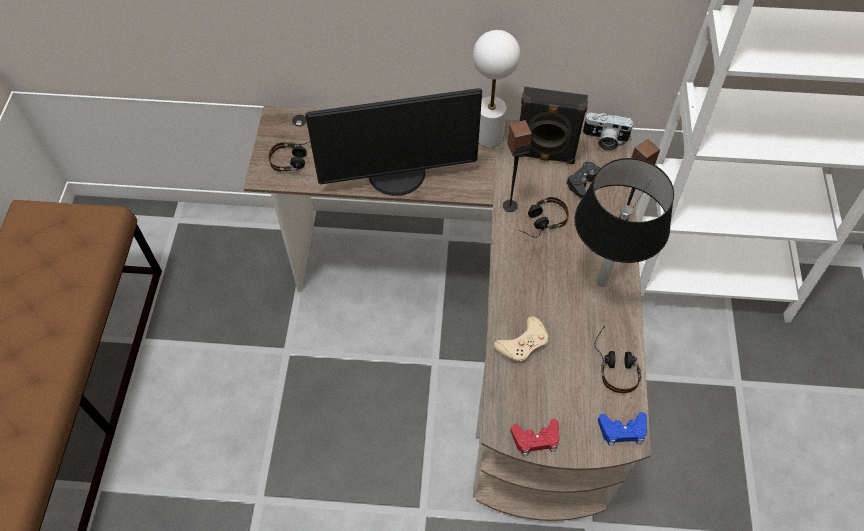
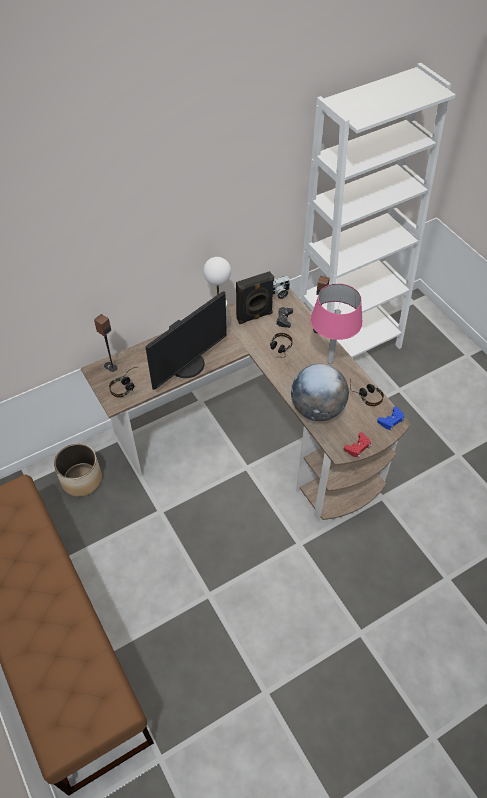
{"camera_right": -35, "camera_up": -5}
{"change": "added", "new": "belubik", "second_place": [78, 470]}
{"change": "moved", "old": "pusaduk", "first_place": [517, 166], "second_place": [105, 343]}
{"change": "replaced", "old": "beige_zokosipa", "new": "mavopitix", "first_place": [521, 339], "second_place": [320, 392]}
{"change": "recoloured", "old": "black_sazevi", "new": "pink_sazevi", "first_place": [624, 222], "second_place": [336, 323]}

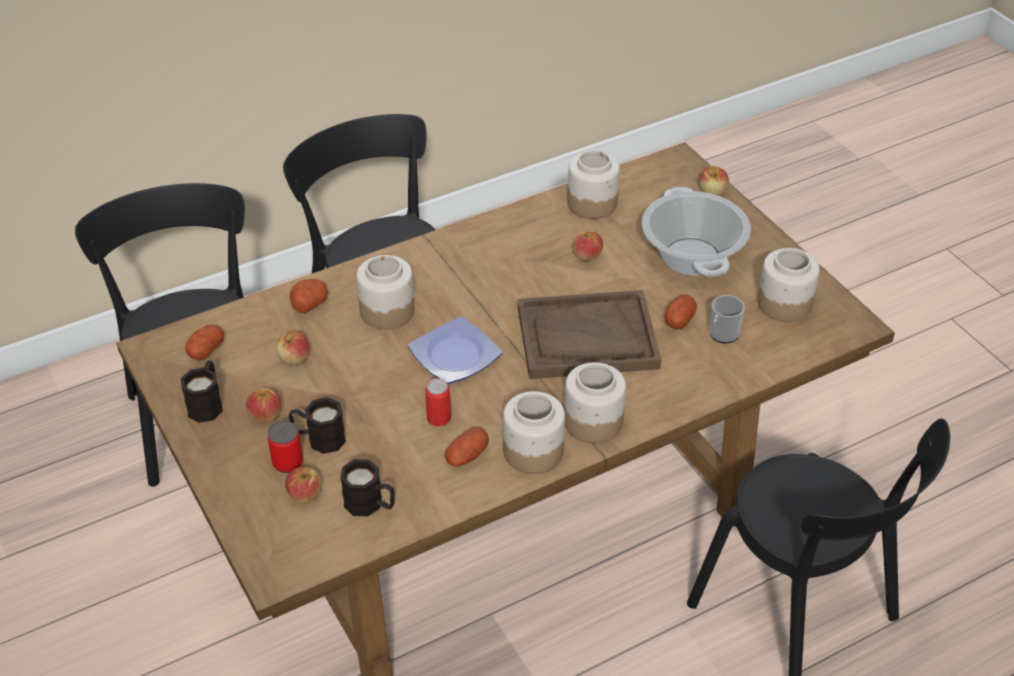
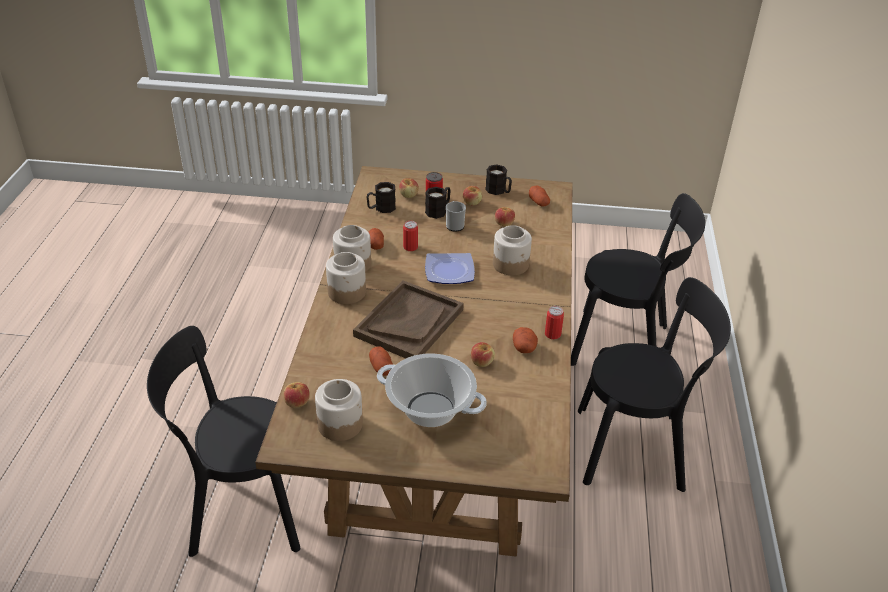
{"camera_right": 125, "camera_up": -5}
{"change": "removed", "old": "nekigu", "first_place": [593, 184]}
{"change": "added", "new": "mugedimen", "second_place": [554, 322]}
{"change": "moved", "old": "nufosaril", "first_place": [309, 296], "second_place": [525, 340]}
{"change": "moved", "old": "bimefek", "first_place": [714, 181], "second_place": [296, 395]}
{"change": "moved", "old": "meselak", "first_place": [727, 319], "second_place": [456, 216]}

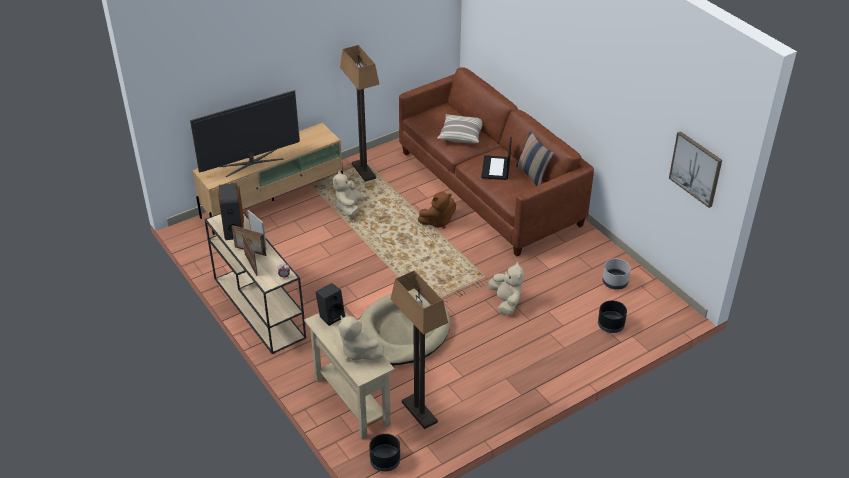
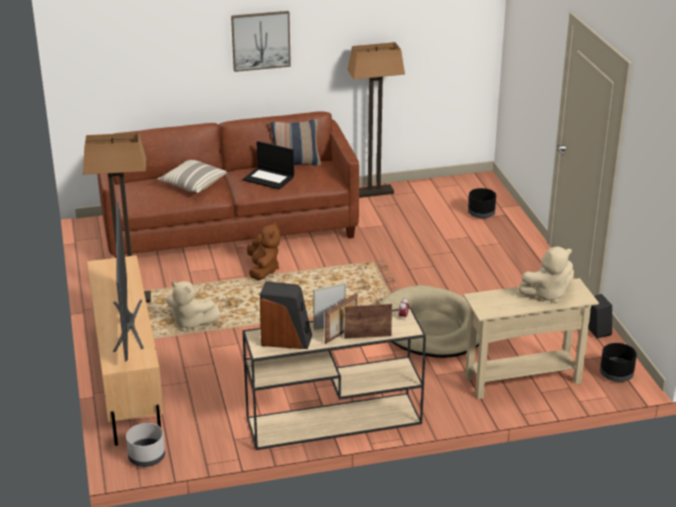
{"camera_right": -70, "camera_up": -10}
{"change": "removed", "old": "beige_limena", "first_place": [506, 288]}
{"change": "moved", "old": "black_pusaduk", "first_place": [330, 304], "second_place": [600, 316]}
{"change": "moved", "old": "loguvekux", "first_place": [419, 350], "second_place": [376, 120]}
{"change": "moved", "old": "grey_belubik", "first_place": [616, 274], "second_place": [145, 445]}
{"change": "moved", "old": "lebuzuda", "first_place": [695, 169], "second_place": [261, 41]}

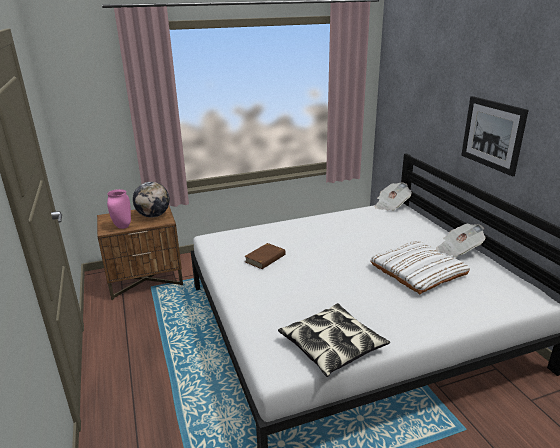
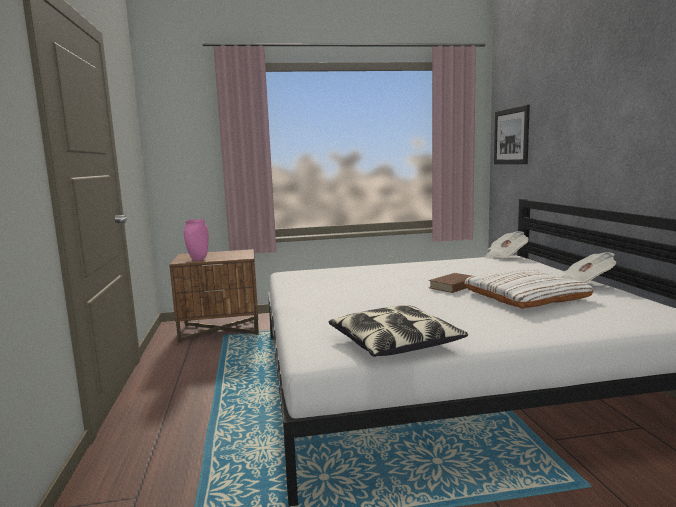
{"camera_right": 10, "camera_up": -15}
{"change": "removed", "old": "mavopitix", "first_place": [151, 200]}
{"change": "moved", "old": "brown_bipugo", "first_place": [265, 256], "second_place": [449, 283]}
{"change": "moved", "old": "lebuzuda", "first_place": [495, 136], "second_place": [512, 134]}

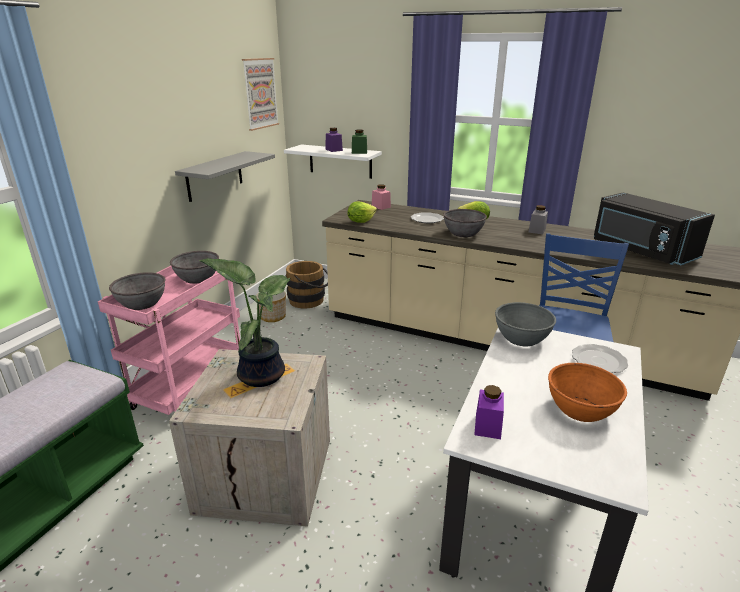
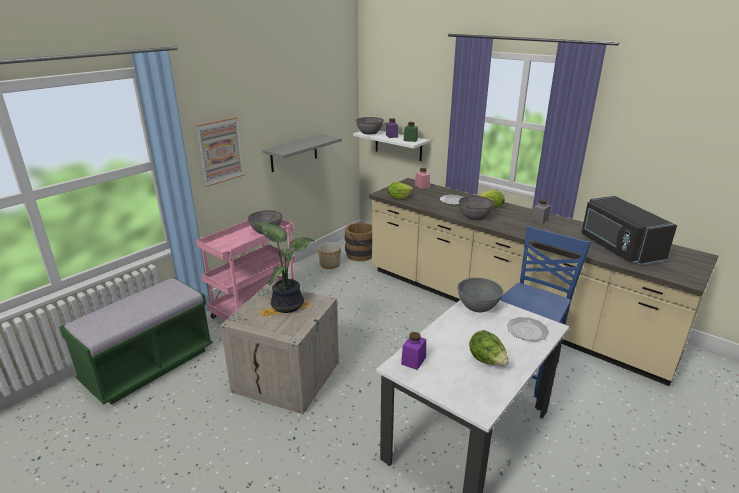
{"camera_right": 15, "camera_up": 0}
{"change": "moved", "old": "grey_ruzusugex", "first_place": [137, 291], "second_place": [370, 126]}
{"change": "moved", "old": "lebuzuda", "first_place": [260, 94], "second_place": [220, 152]}
{"change": "replaced", "old": "orange_ruzusugex", "new": "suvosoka", "first_place": [587, 392], "second_place": [489, 348]}

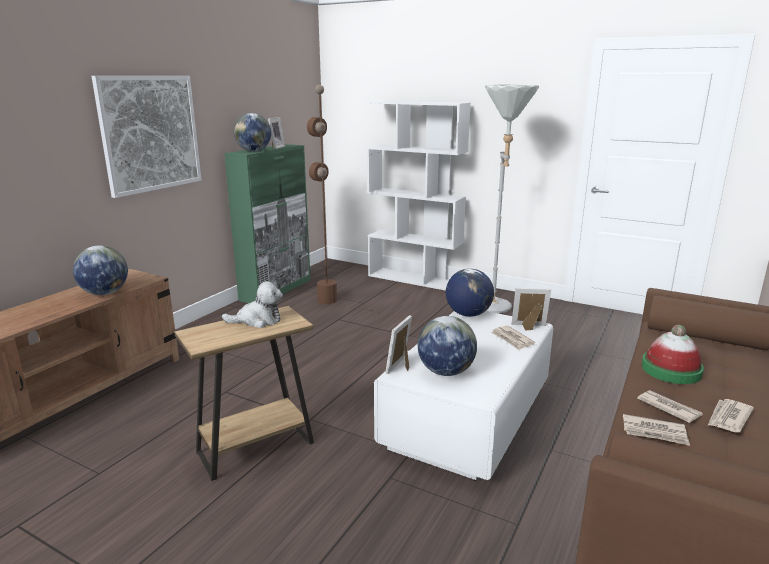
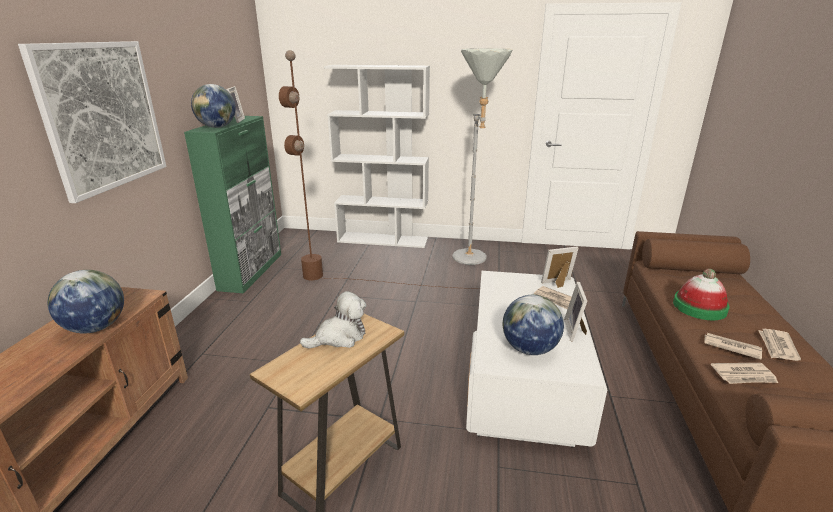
{"camera_right": -20, "camera_up": 5}
{"change": "removed", "old": "mavopitix", "first_place": [470, 293]}
{"change": "moved", "old": "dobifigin", "first_place": [398, 344], "second_place": [575, 312]}

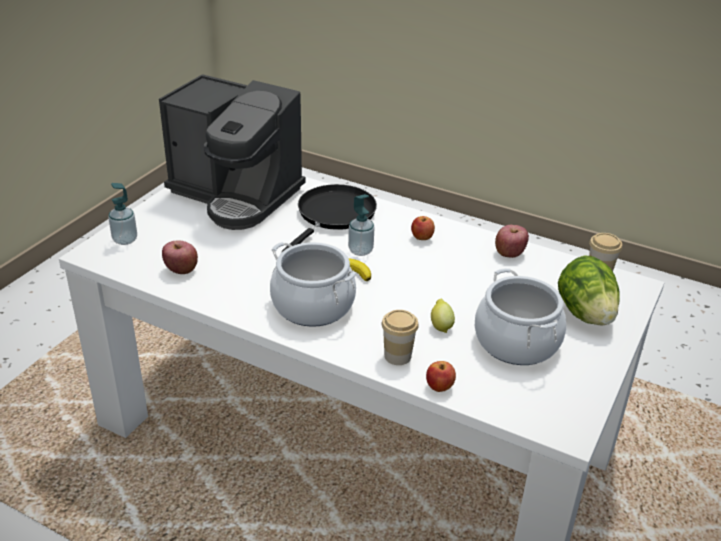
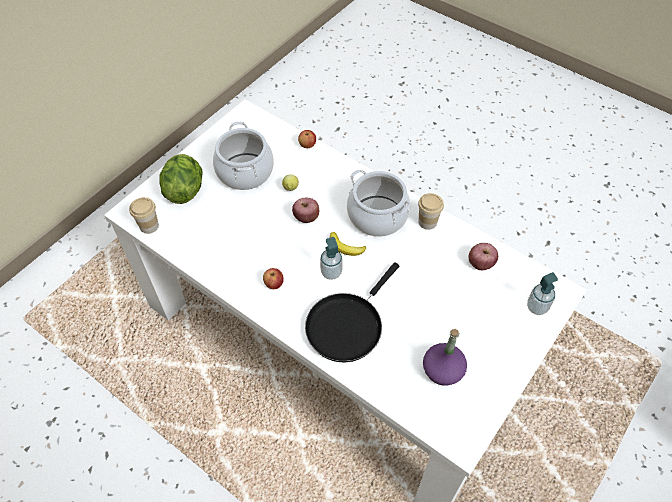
{"camera_right": -170, "camera_up": 20}
{"change": "moved", "old": "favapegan", "first_place": [400, 337], "second_place": [431, 211]}
{"change": "moved", "old": "bimefek", "first_place": [512, 241], "second_place": [305, 210]}
{"change": "replaced", "old": "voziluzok", "new": "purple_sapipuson", "first_place": [232, 152], "second_place": [445, 357]}

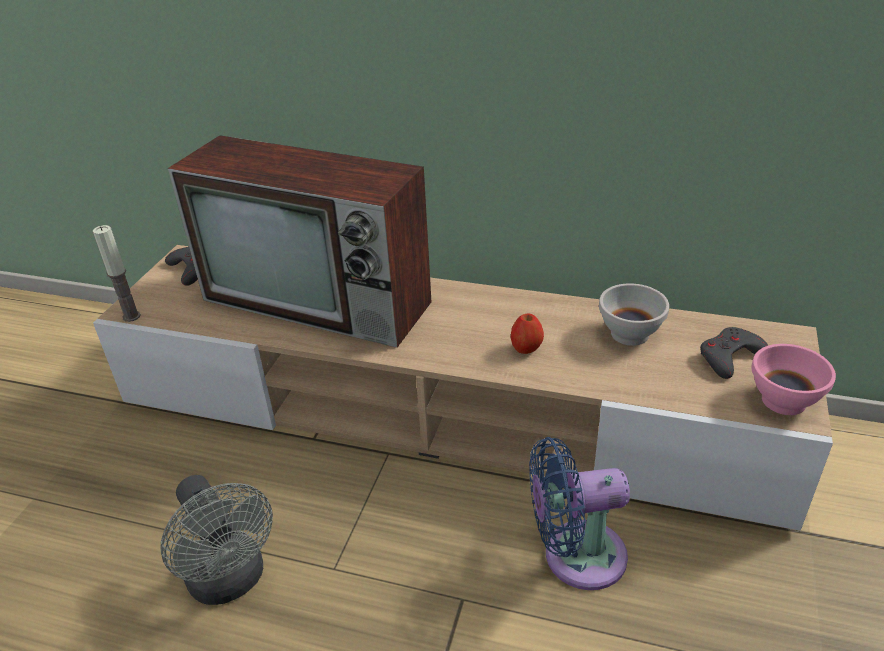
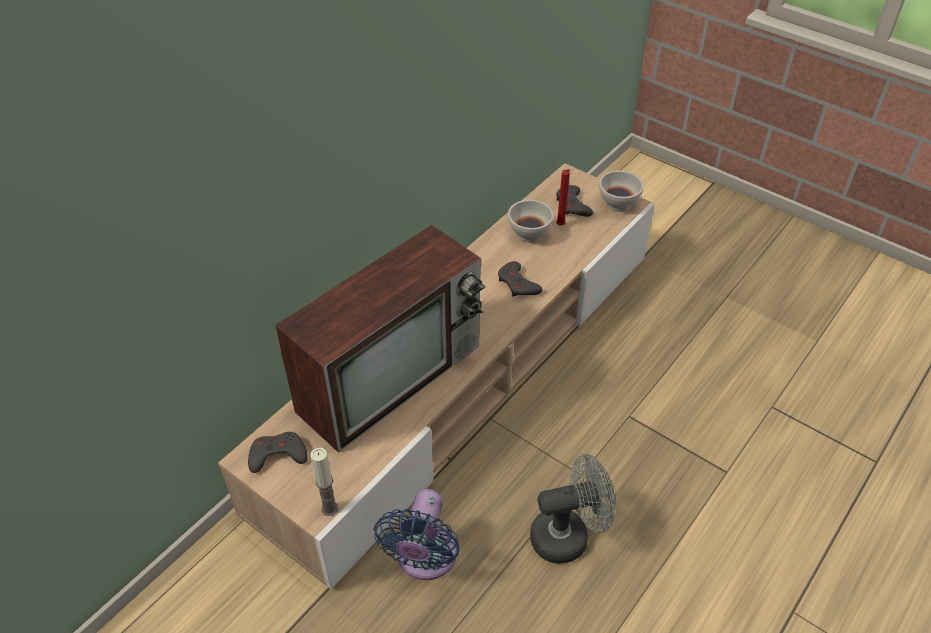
{"camera_right": -70, "camera_up": 10}
{"change": "added", "new": "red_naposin", "second_place": [563, 197]}
{"change": "moved", "old": "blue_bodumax", "first_place": [579, 513], "second_place": [417, 534]}
{"change": "replaced", "old": "bimefek", "new": "grey_zokosipa", "first_place": [527, 333], "second_place": [520, 279]}
{"change": "recoloured", "old": "pink_ruzusugex", "new": "white_ruzusugex", "first_place": [793, 379], "second_place": [621, 191]}

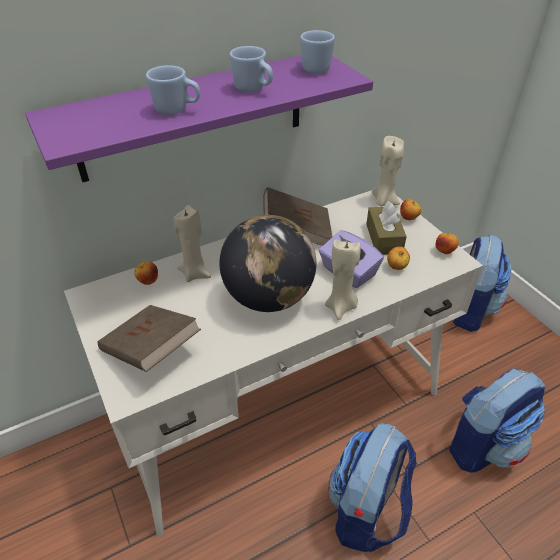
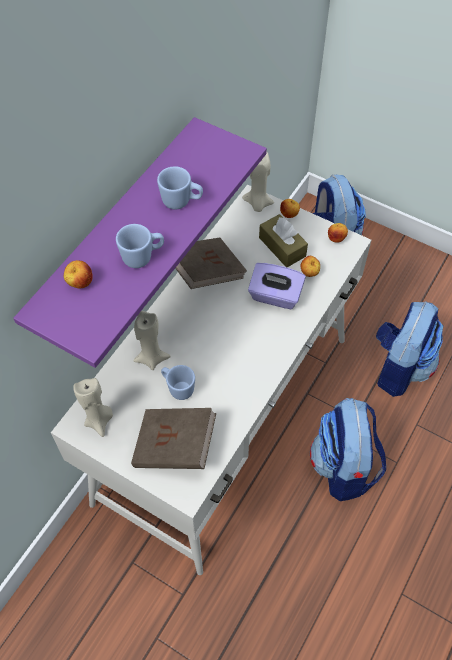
{"camera_right": -30, "camera_up": 15}
{"change": "removed", "old": "mavopitix", "first_place": [267, 263]}
{"change": "moved", "old": "bimefek", "first_place": [146, 273], "second_place": [78, 274]}
{"change": "moved", "old": "blue_meselak", "first_place": [317, 52], "second_place": [178, 382]}
{"change": "moved", "old": "beige_naposin", "first_place": [343, 279], "second_place": [93, 407]}

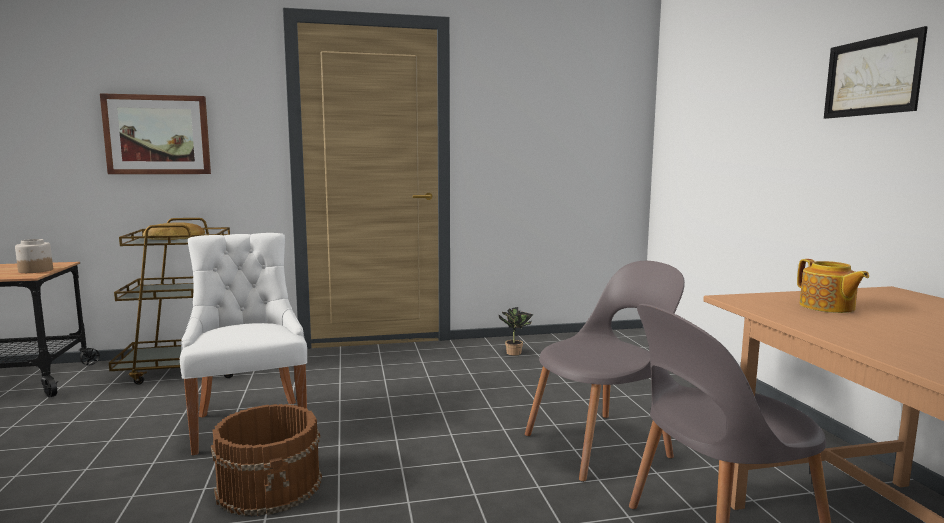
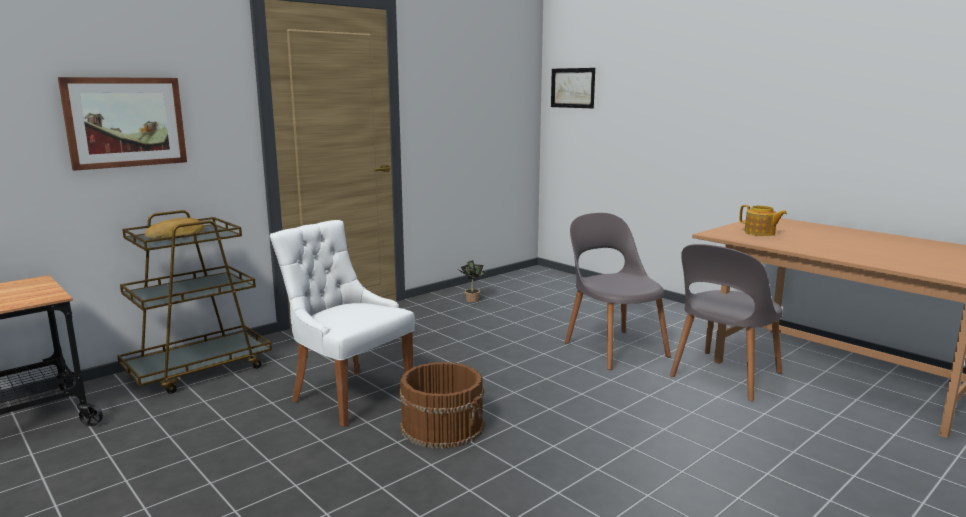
{"camera_right": -30, "camera_up": 5}
{"change": "removed", "old": "nekigu", "first_place": [34, 256]}
{"change": "moved", "old": "lebuzuda", "first_place": [876, 72], "second_place": [573, 88]}
{"change": "turned", "old": "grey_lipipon", "first_place": [605, 371], "second_place": [618, 291], "degrees": -60}

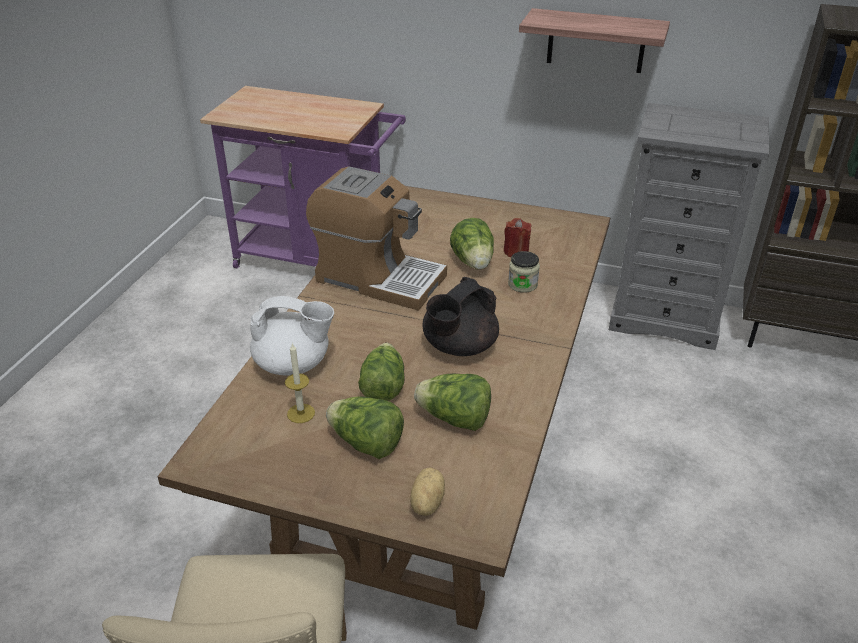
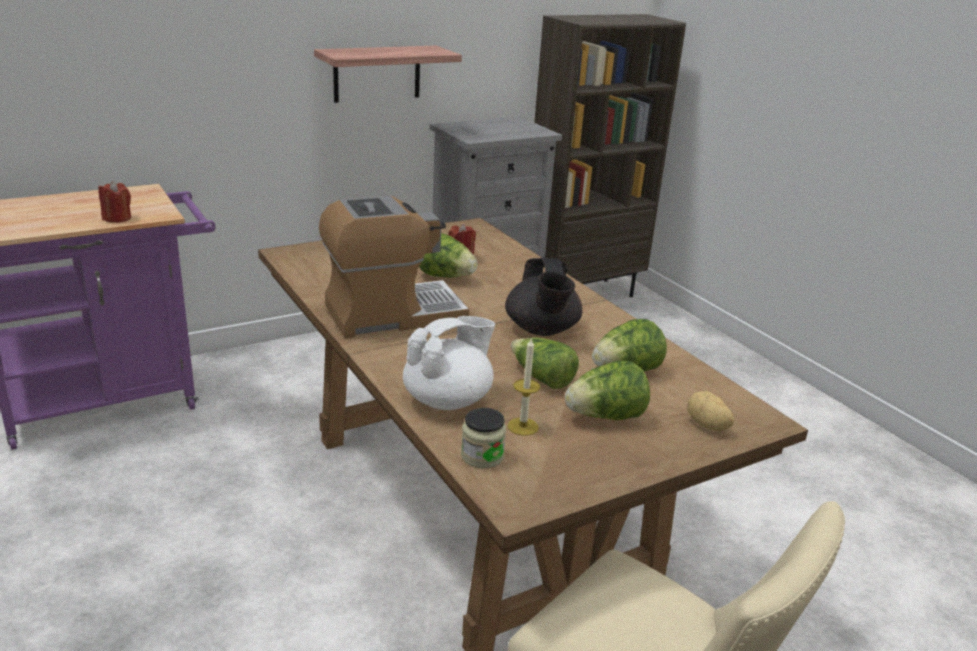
{"camera_right": -50, "camera_up": -10}
{"change": "added", "new": "red_naposin", "second_place": [114, 202]}
{"change": "moved", "old": "nekigu", "first_place": [524, 272], "second_place": [483, 438]}

